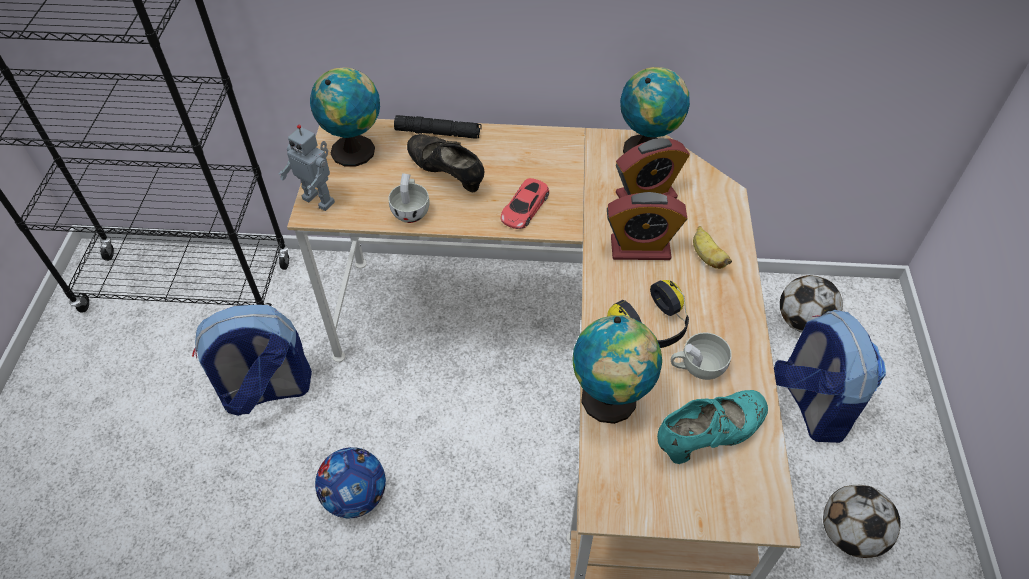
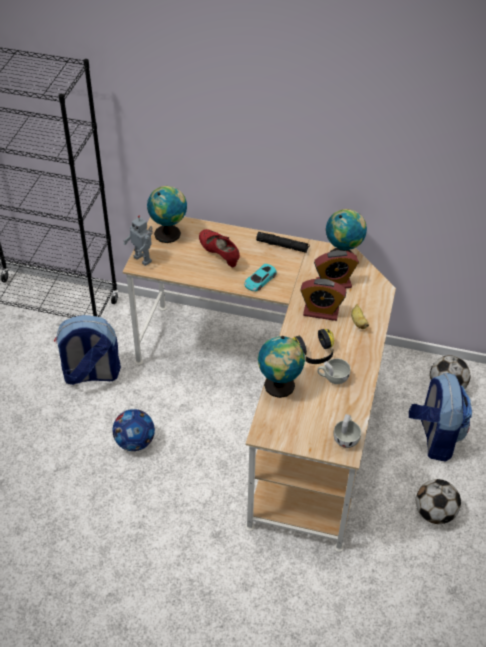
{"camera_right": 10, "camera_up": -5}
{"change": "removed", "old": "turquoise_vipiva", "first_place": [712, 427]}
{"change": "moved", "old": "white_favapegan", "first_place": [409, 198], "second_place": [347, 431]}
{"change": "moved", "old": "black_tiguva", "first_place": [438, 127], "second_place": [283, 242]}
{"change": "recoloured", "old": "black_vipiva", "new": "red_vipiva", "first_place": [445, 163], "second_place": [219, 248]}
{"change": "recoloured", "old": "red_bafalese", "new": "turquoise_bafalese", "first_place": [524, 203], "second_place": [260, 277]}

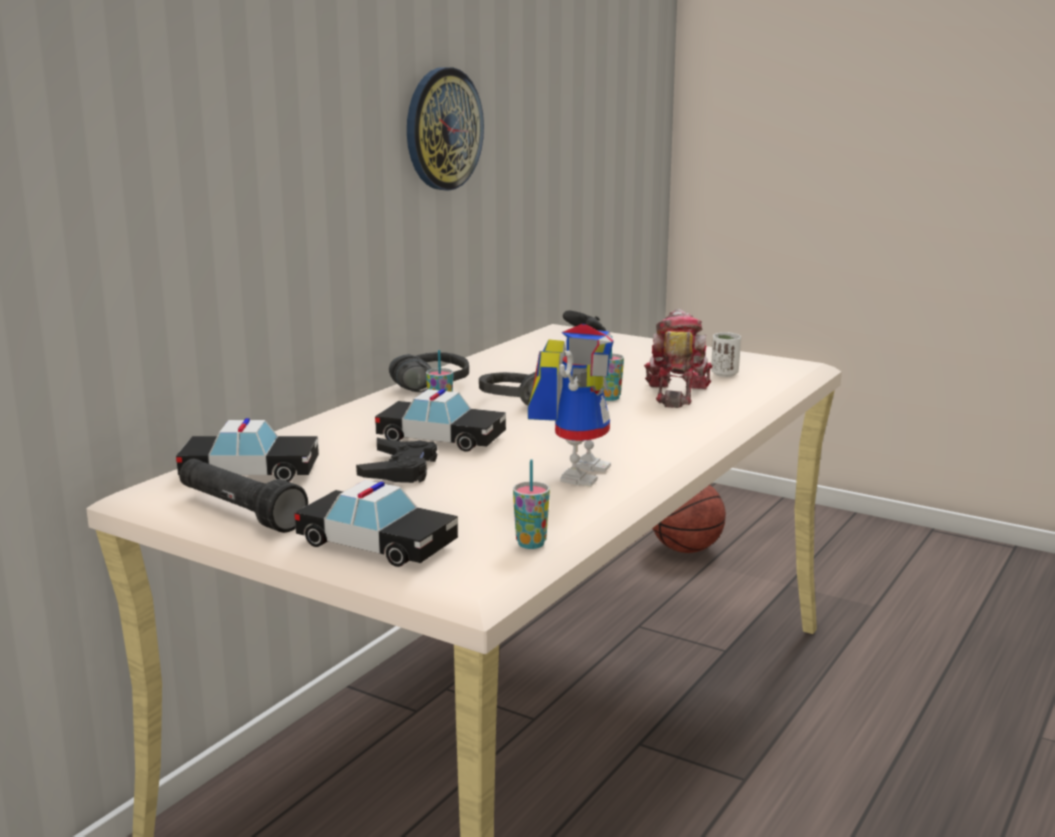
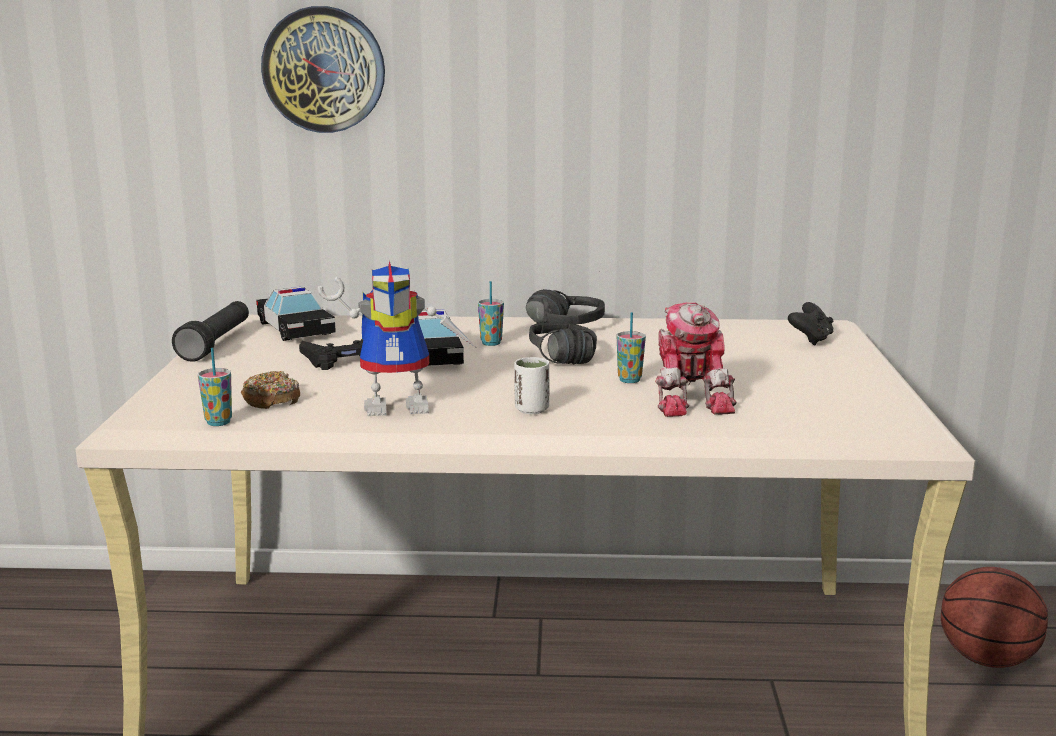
{"camera_right": 60, "camera_up": 0}
{"change": "removed", "old": "bafalese", "first_place": [376, 523]}
{"change": "added", "new": "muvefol", "second_place": [270, 390]}
{"change": "moved", "old": "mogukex", "first_place": [445, 129], "second_place": [323, 69]}
{"change": "moved", "old": "white_favapegan", "first_place": [726, 354], "second_place": [531, 385]}
{"change": "turned", "old": "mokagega", "first_place": [678, 358], "second_place": [696, 359], "degrees": 105}

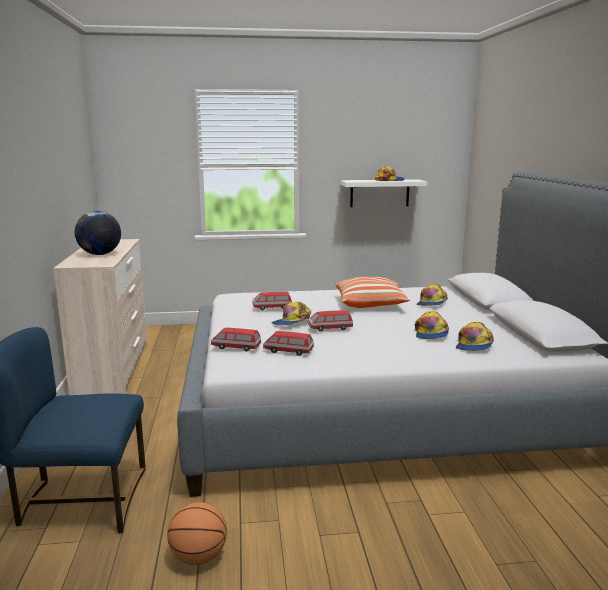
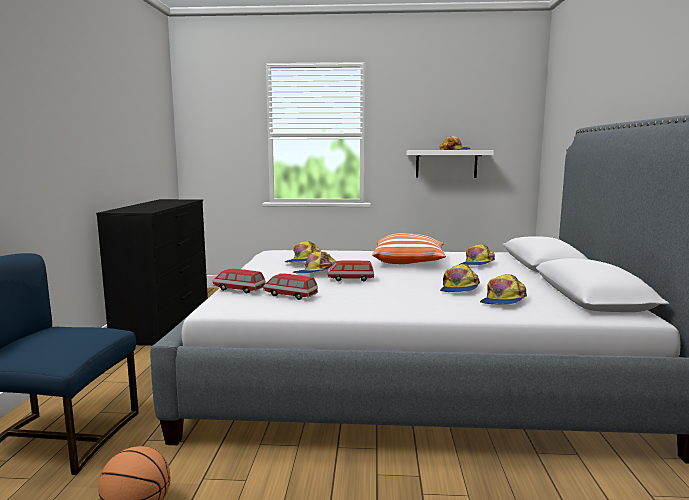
{"camera_right": 10, "camera_up": -5}
{"change": "removed", "old": "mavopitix", "first_place": [98, 233]}
{"change": "replaced", "old": "bafalese", "new": "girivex", "first_place": [272, 301], "second_place": [303, 251]}
{"change": "recoloured", "old": "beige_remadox", "new": "black_remadox", "first_place": [100, 317], "second_place": [152, 272]}

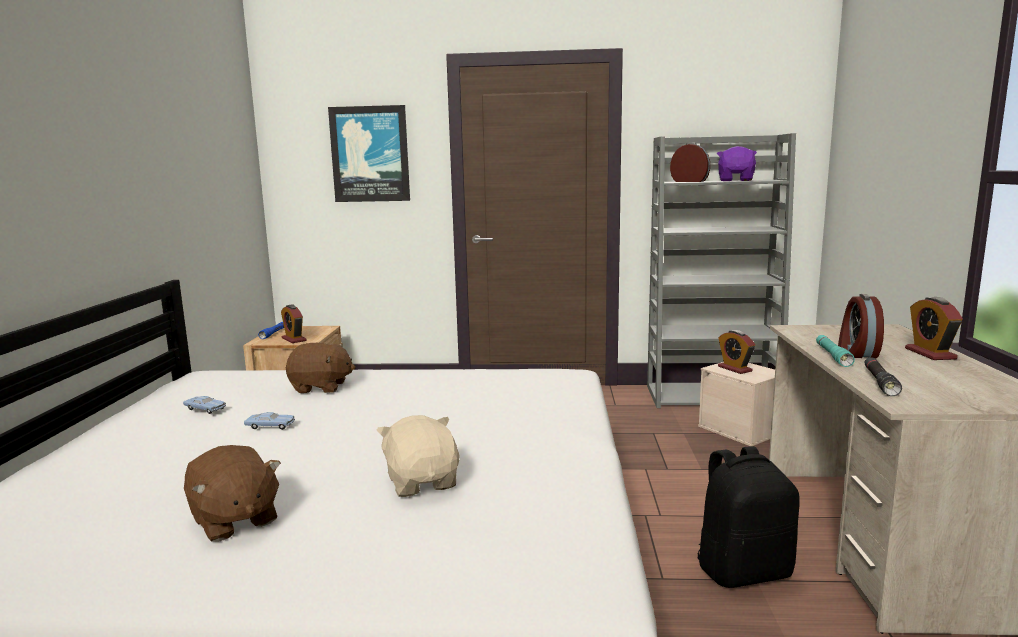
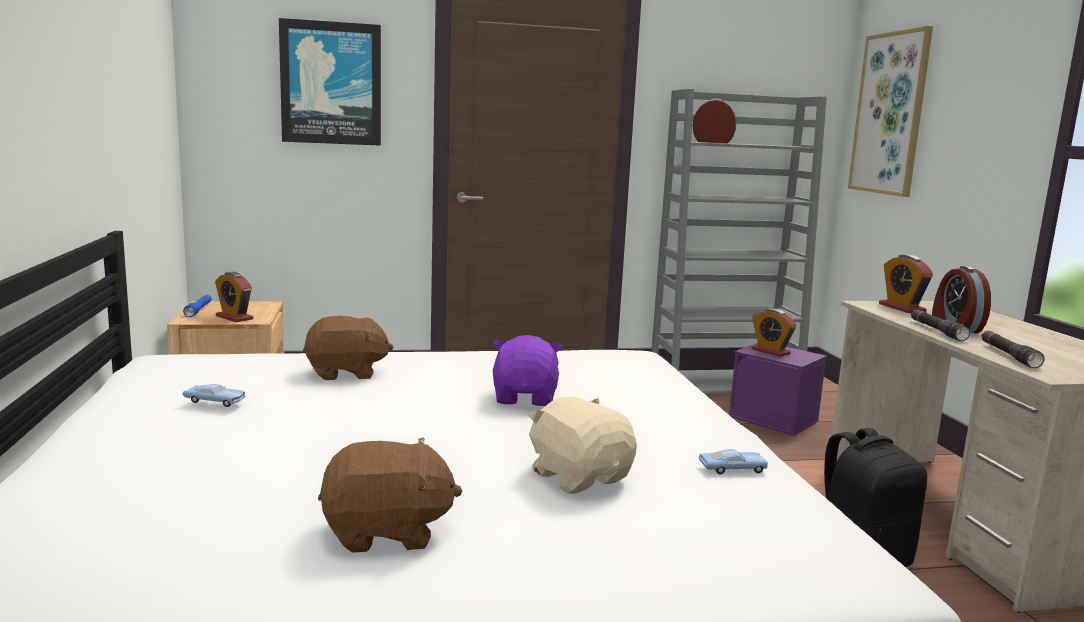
{"camera_right": -15, "camera_up": 0}
{"change": "added", "new": "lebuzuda", "second_place": [890, 111]}
{"change": "moved", "old": "blue_bafalese", "first_place": [269, 421], "second_place": [733, 461]}
{"change": "moved", "old": "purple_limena", "first_place": [737, 163], "second_place": [528, 370]}
{"change": "moved", "old": "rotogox", "first_place": [934, 328], "second_place": [906, 284]}
{"change": "recoloured", "old": "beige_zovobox", "new": "purple_zovobox", "first_place": [736, 404], "second_place": [777, 389]}
{"change": "recoloured", "old": "turquoise_tiguva", "new": "black_tiguva", "first_place": [835, 351], "second_place": [940, 325]}
{"change": "turned", "old": "brown_limena", "first_place": [232, 493], "second_place": [390, 495], "degrees": -45}

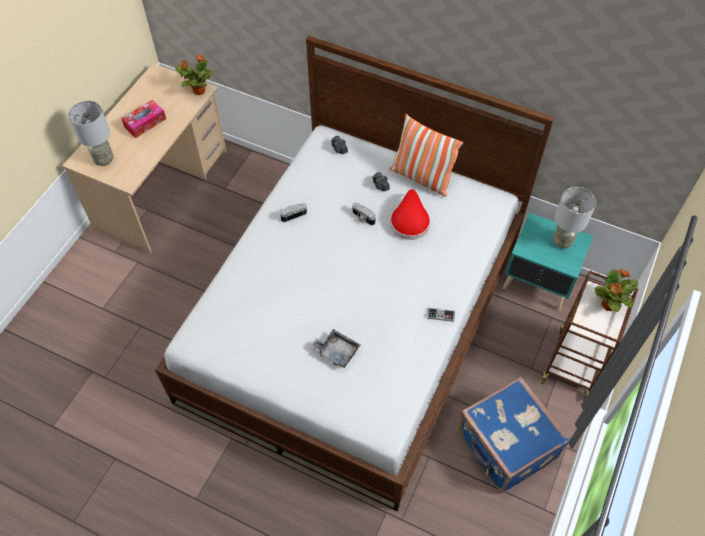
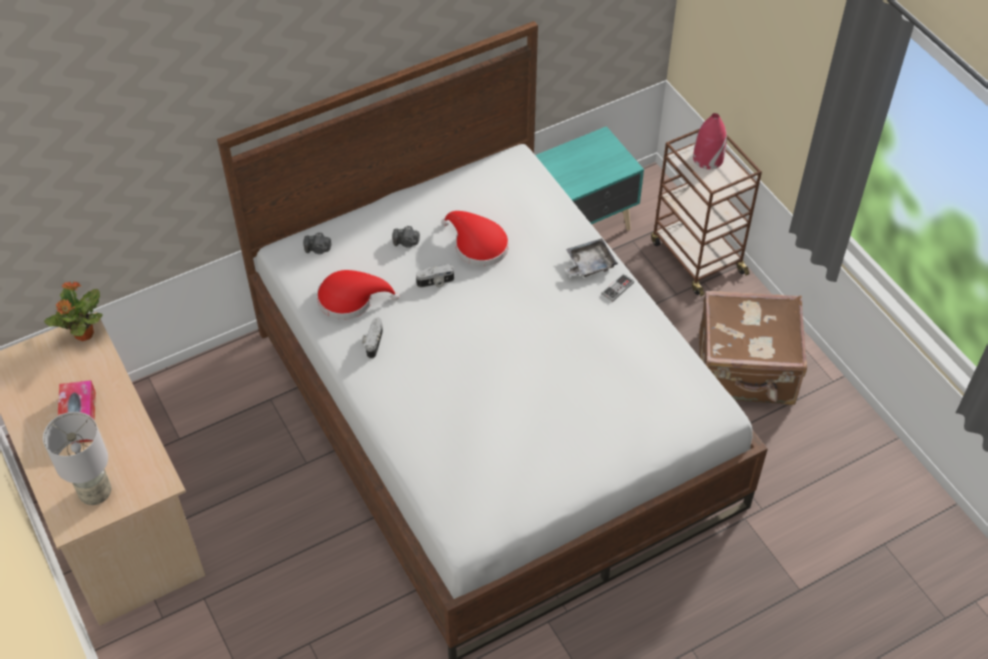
{"camera_right": -55, "camera_up": -5}
{"change": "removed", "old": "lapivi", "first_place": [427, 155]}
{"change": "removed", "old": "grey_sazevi", "first_place": [574, 218]}
{"change": "added", "new": "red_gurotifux", "second_place": [358, 295]}
{"change": "moved", "old": "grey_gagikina", "first_place": [335, 348], "second_place": [592, 257]}
{"change": "replaced", "old": "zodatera", "new": "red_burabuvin", "first_place": [616, 290], "second_place": [710, 141]}
{"change": "recoloured", "old": "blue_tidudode", "new": "brown_tidudode", "first_place": [513, 435], "second_place": [753, 348]}

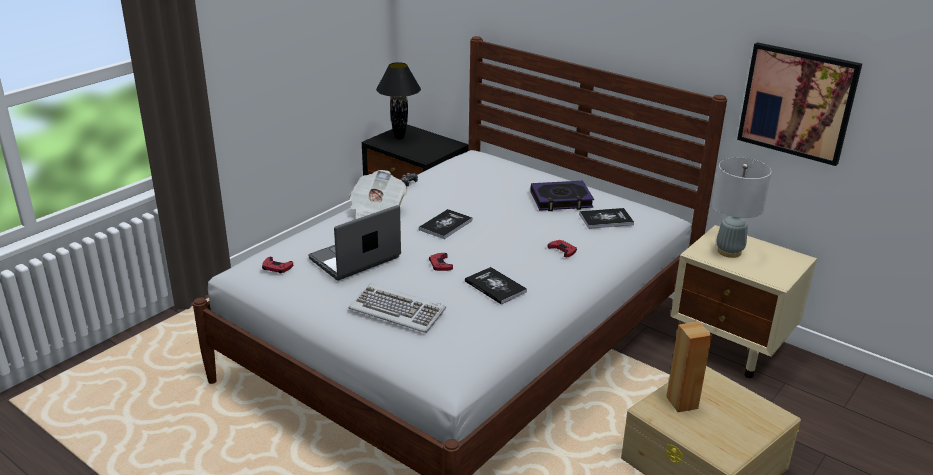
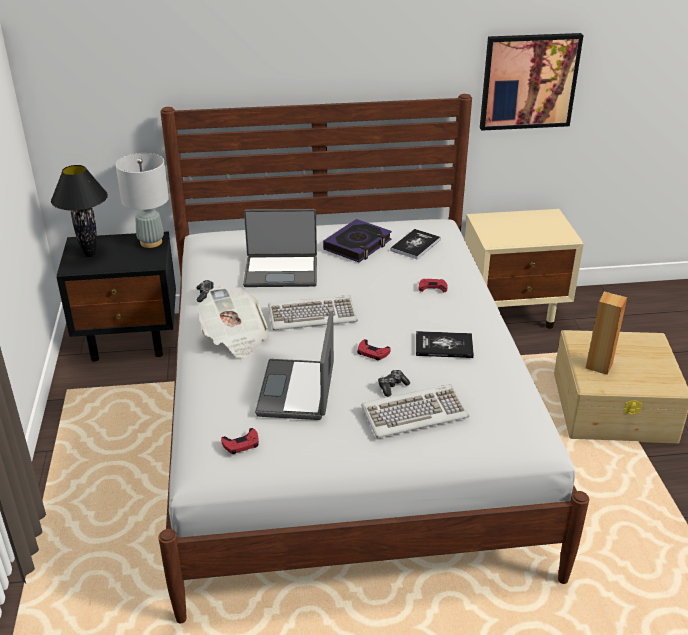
{"camera_right": -45, "camera_up": 5}
{"change": "added", "new": "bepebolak", "second_place": [280, 248]}
{"change": "added", "new": "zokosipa", "second_place": [394, 383]}
{"change": "moved", "old": "grey_sazevi", "first_place": [742, 208], "second_place": [142, 200]}
{"change": "replaced", "old": "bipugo", "new": "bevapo", "first_place": [445, 224], "second_place": [313, 312]}

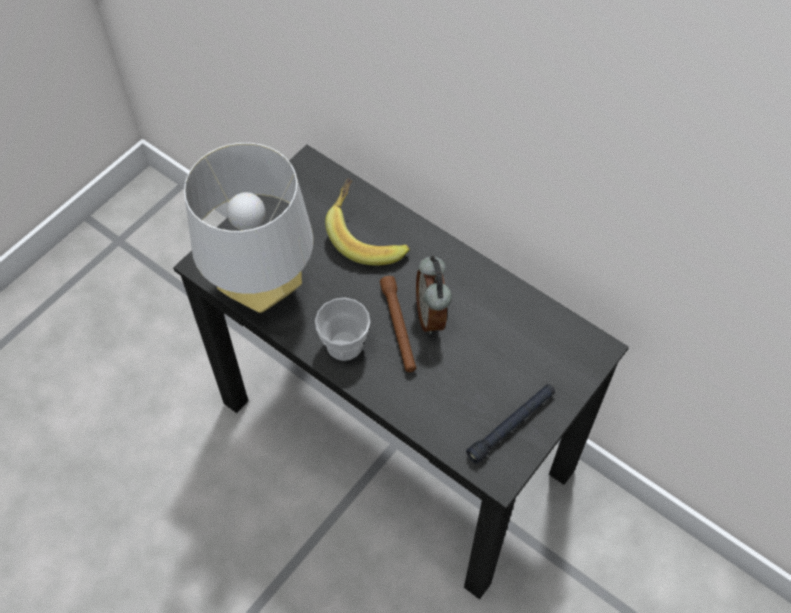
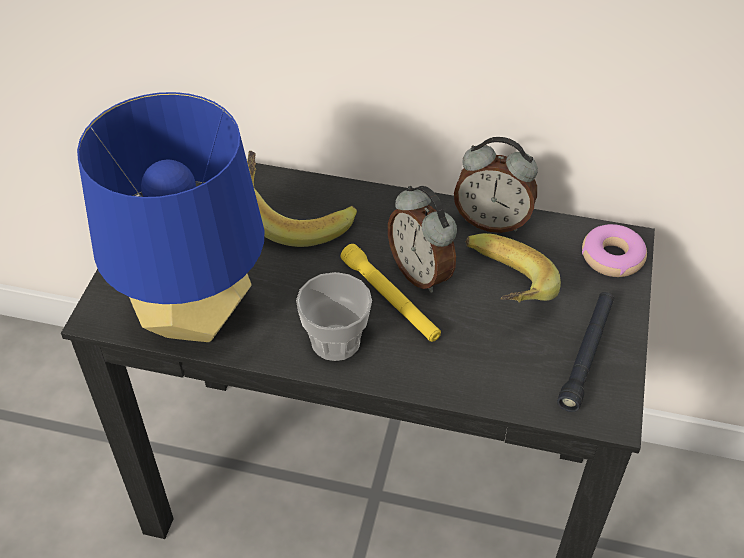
{"camera_right": -25, "camera_up": -10}
{"change": "added", "new": "rotogox", "second_place": [496, 185]}
{"change": "added", "new": "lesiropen", "second_place": [513, 268]}
{"change": "added", "new": "muvefol", "second_place": [614, 250]}
{"change": "recoloured", "old": "grey_sazevi", "new": "blue_sazevi", "first_place": [248, 228], "second_place": [170, 217]}
{"change": "recoloured", "old": "brown_tiguva", "new": "yellow_tiguva", "first_place": [398, 324], "second_place": [391, 293]}

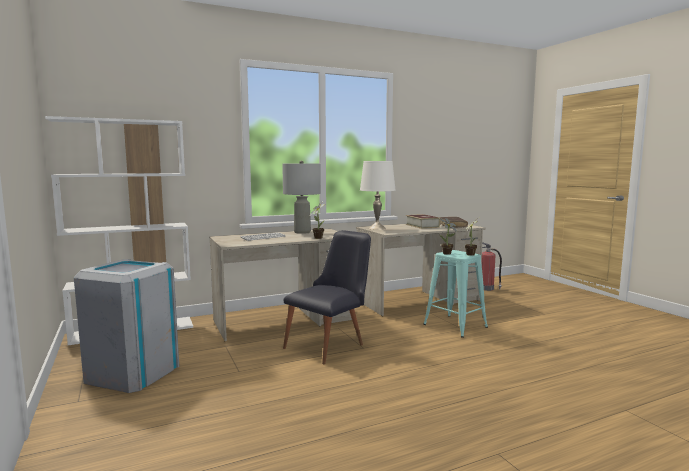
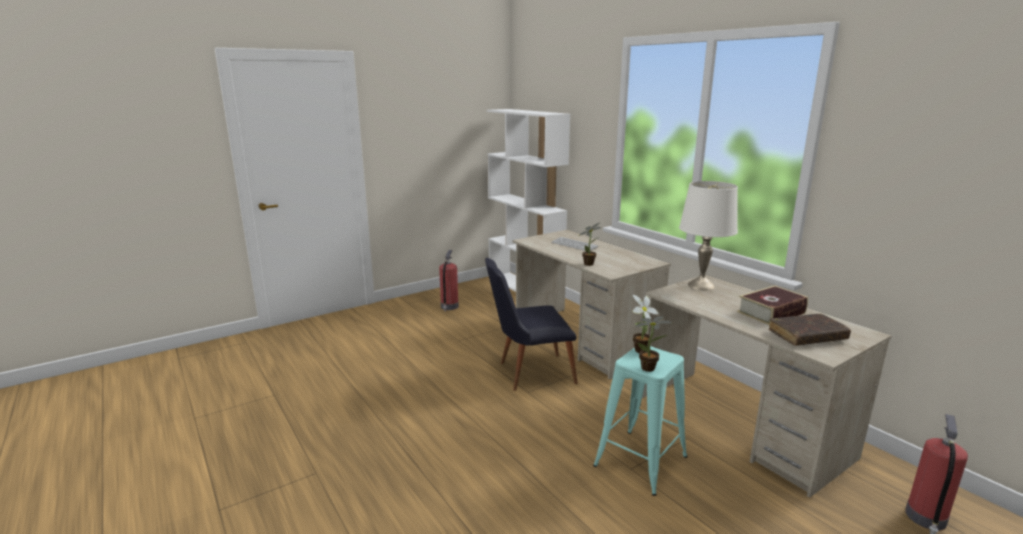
{"camera_right": 80, "camera_up": 10}
{"change": "removed", "old": "grey_sazevi", "first_place": [301, 197]}
{"change": "replaced", "old": "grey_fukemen", "new": "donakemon", "first_place": [126, 326], "second_place": [449, 281]}
{"change": "turned", "old": "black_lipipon", "first_place": [327, 297], "second_place": [531, 324], "degrees": 135}

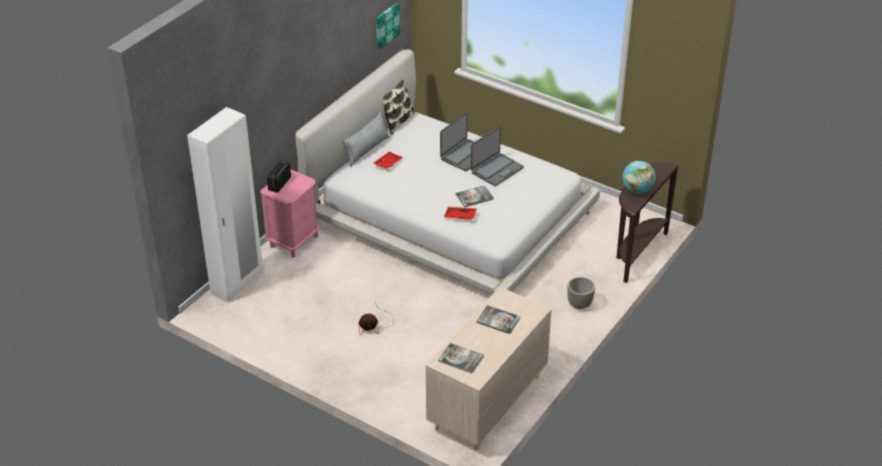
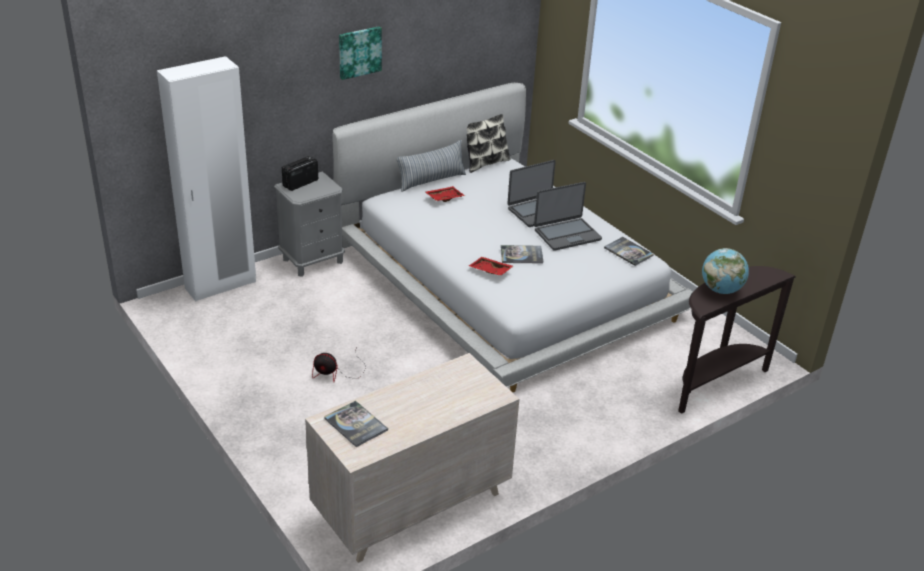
{"camera_right": 20, "camera_up": -5}
{"change": "removed", "old": "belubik", "first_place": [581, 293]}
{"change": "moved", "old": "lebuzuda", "first_place": [388, 26], "second_place": [360, 53]}
{"change": "moved", "old": "bipugo", "first_place": [498, 319], "second_place": [629, 251]}
{"change": "recoloured", "old": "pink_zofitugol", "new": "grey_zofitugol", "first_place": [289, 214], "second_place": [309, 224]}

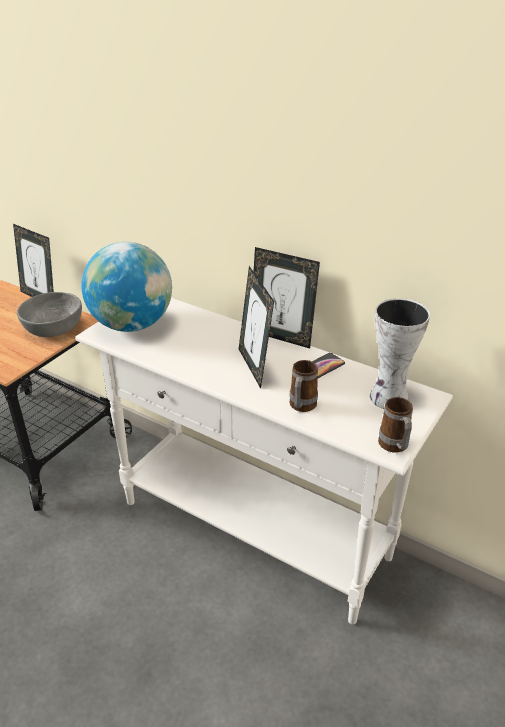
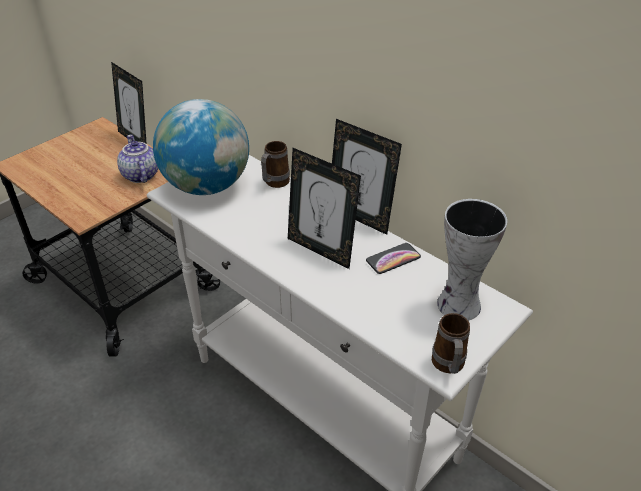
{"camera_right": 10, "camera_up": 5}
{"change": "moved", "old": "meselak", "first_place": [304, 386], "second_place": [275, 164]}
{"change": "replaced", "old": "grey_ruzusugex", "new": "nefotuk", "first_place": [49, 314], "second_place": [137, 159]}
{"change": "turned", "old": "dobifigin", "first_place": [256, 327], "second_place": [324, 208], "degrees": -45}

